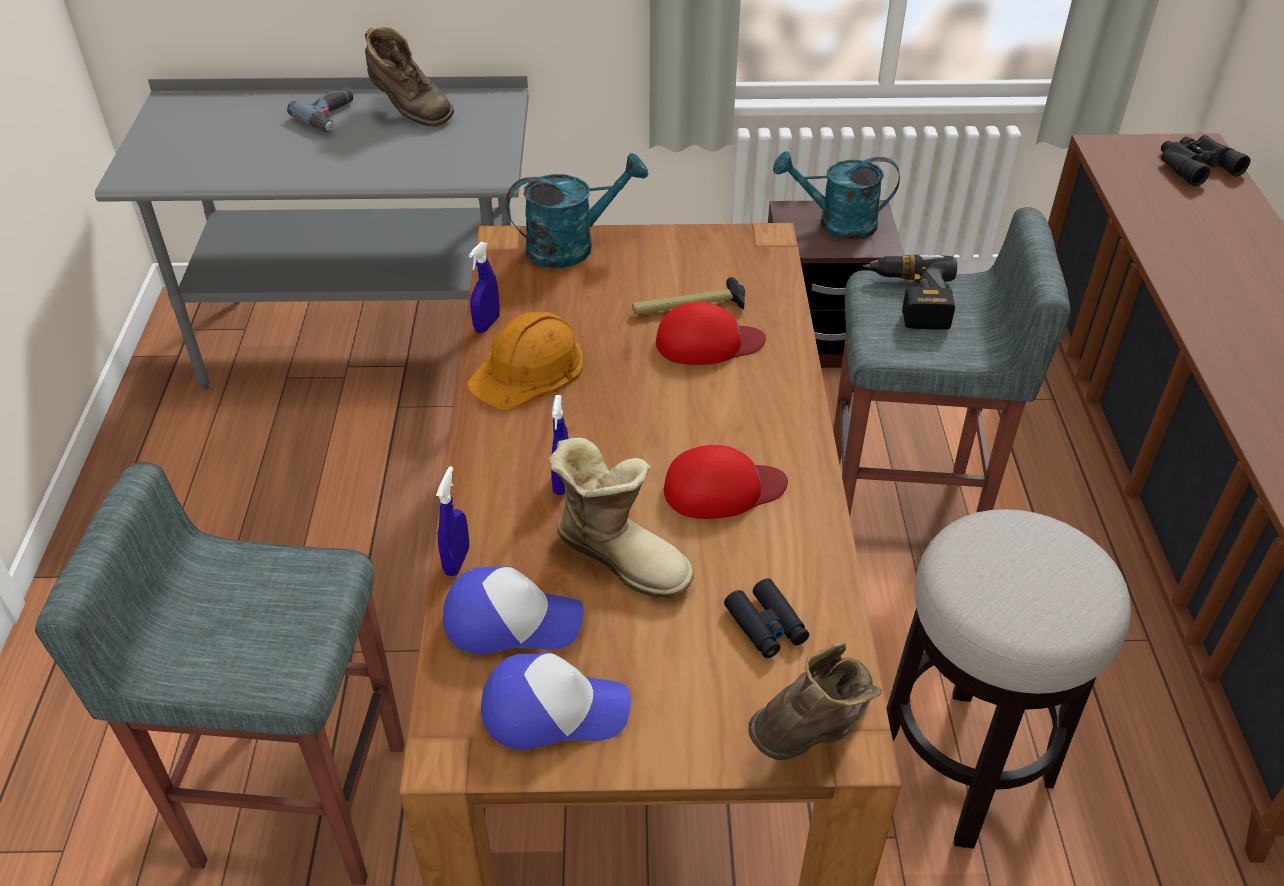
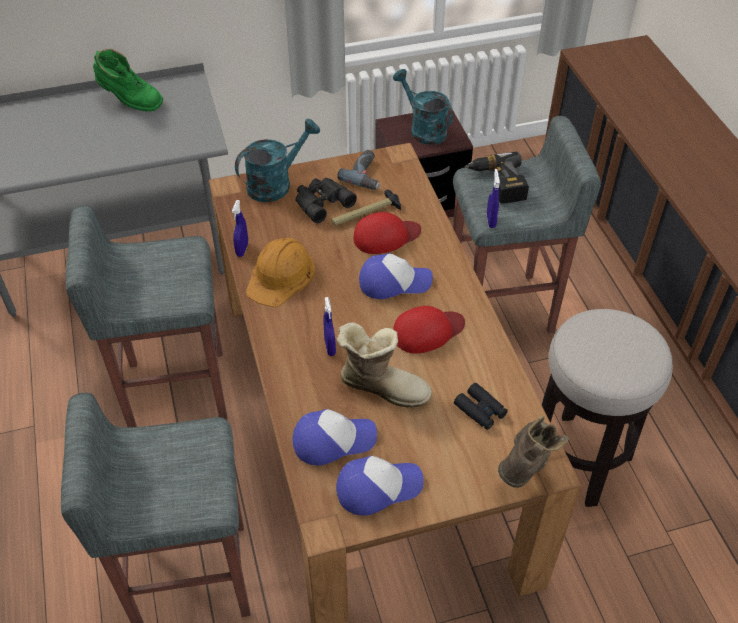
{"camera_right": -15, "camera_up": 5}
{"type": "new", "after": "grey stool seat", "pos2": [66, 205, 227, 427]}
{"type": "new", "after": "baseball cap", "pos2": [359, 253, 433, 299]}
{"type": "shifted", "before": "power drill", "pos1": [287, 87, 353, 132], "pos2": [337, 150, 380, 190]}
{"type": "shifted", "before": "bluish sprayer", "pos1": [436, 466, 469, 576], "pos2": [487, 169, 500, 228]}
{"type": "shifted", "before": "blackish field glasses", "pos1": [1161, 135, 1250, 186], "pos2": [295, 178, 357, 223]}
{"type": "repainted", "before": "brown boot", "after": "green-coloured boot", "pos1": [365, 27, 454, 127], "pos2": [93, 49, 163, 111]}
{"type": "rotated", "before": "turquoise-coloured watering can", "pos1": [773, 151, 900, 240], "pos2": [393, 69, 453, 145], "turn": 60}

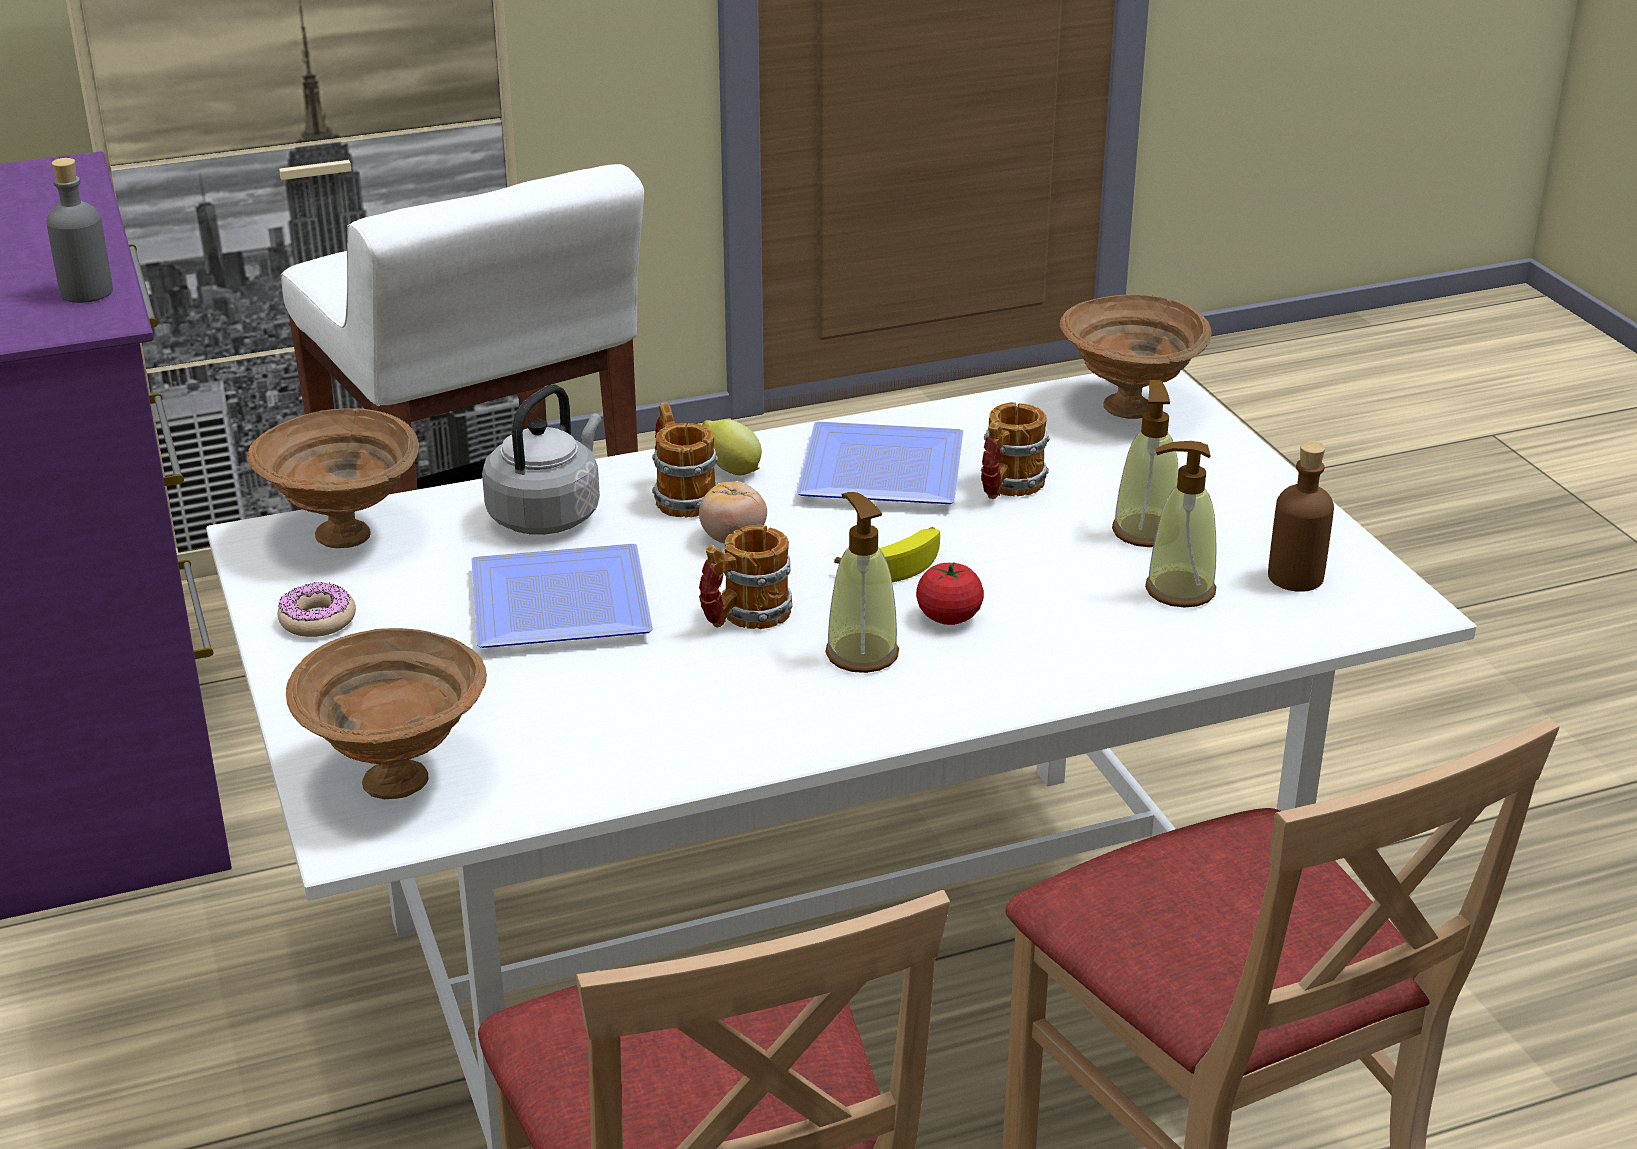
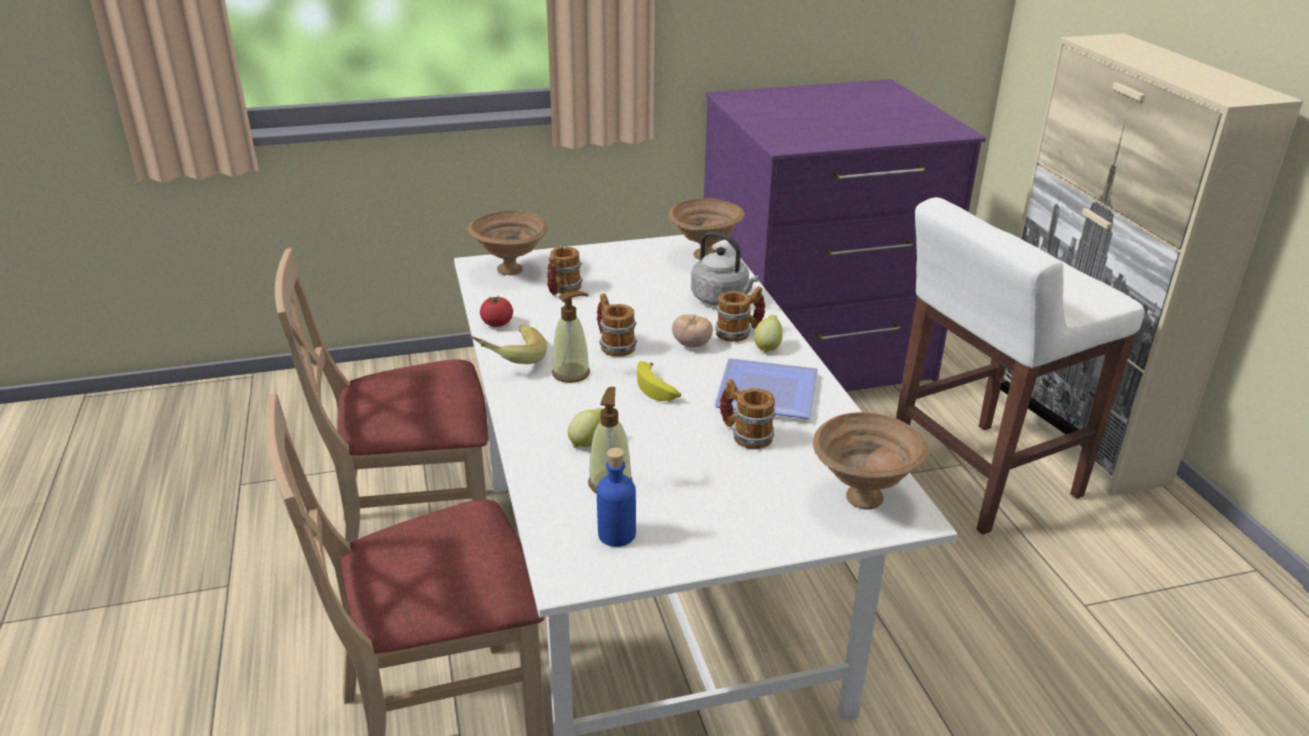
{"camera_right": 95, "camera_up": 0}
{"type": "gone", "before": "grey bottle", "pos1": [46, 158, 113, 303]}
{"type": "gone", "before": "donut", "pos1": [278, 582, 356, 637]}
{"type": "gone", "before": "flat dish", "pos1": [471, 544, 653, 648]}
{"type": "gone", "before": "liquid soap bottle", "pos1": [1112, 380, 1179, 547]}
{"type": "new", "after": "banana", "pos2": [470, 325, 547, 364]}
{"type": "new", "after": "mug", "pos2": [547, 246, 583, 296]}
{"type": "new", "after": "lemon", "pos2": [568, 408, 602, 448]}
{"type": "shifted", "before": "tomato", "pos1": [916, 562, 984, 625], "pos2": [480, 295, 513, 327]}
{"type": "repainted", "before": "brown bottle", "after": "bluish bottle", "pos1": [1268, 441, 1334, 592], "pos2": [597, 448, 636, 547]}

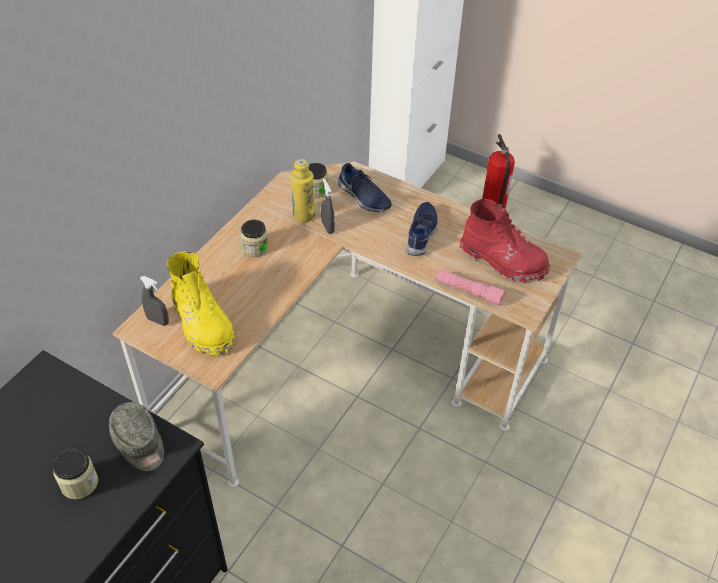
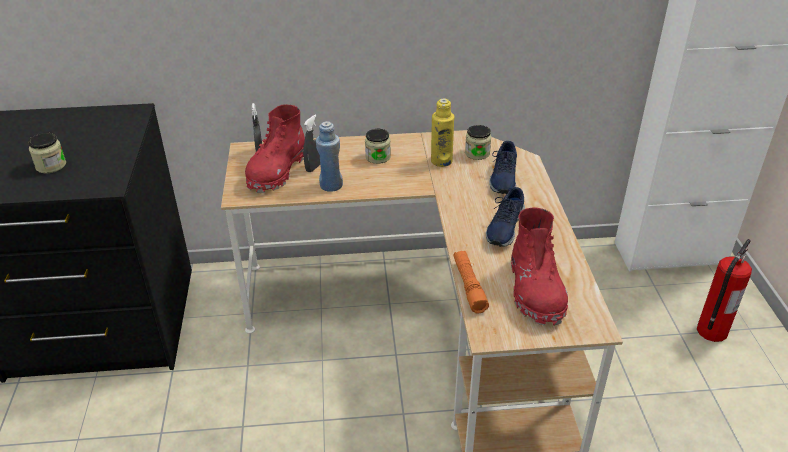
{"camera_right": 55, "camera_up": -10}
{"type": "gone", "before": "grey baseball cap", "pos1": [109, 402, 164, 471]}
{"type": "new", "after": "bluish bottle", "pos2": [316, 121, 343, 192]}
{"type": "shifted", "before": "grey sprayer", "pos1": [321, 179, 335, 234], "pos2": [303, 115, 320, 172]}
{"type": "repainted", "before": "yellow-coloured boot", "after": "red boot", "pos1": [167, 251, 235, 356], "pos2": [245, 105, 305, 193]}
{"type": "repainted", "before": "pink-coloured torch", "after": "orangey torch", "pos1": [435, 269, 505, 305], "pos2": [453, 251, 489, 313]}
{"type": "rotated", "before": "bluish shoe", "pos1": [406, 202, 438, 256], "pos2": [486, 187, 525, 247], "turn": 135}

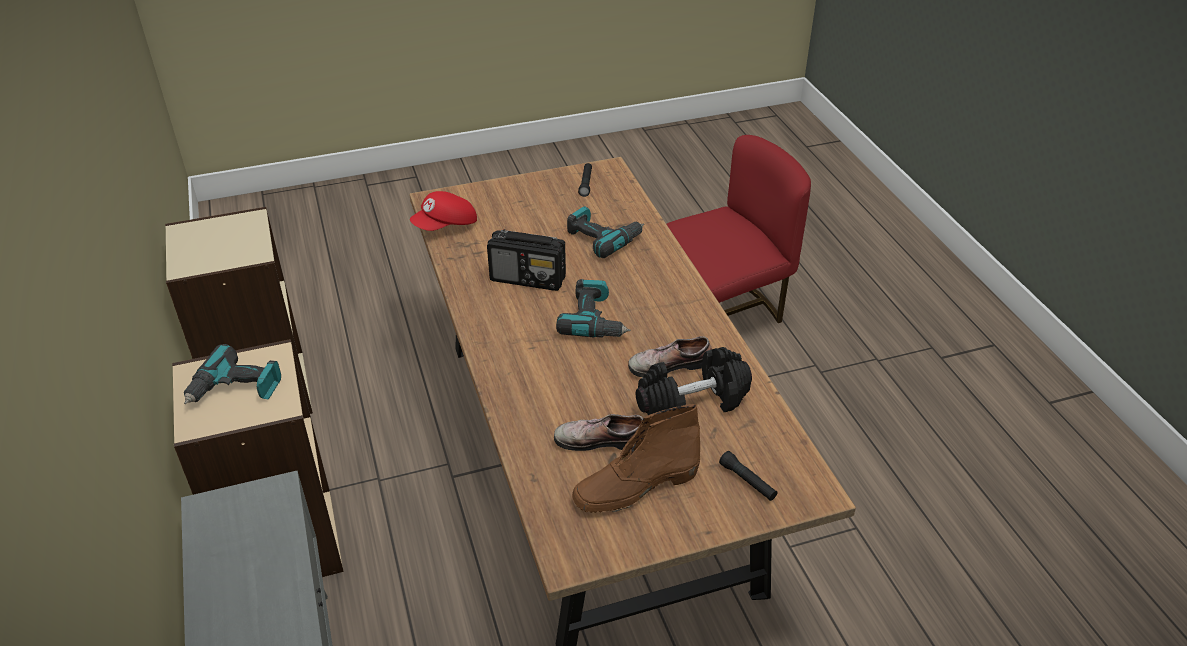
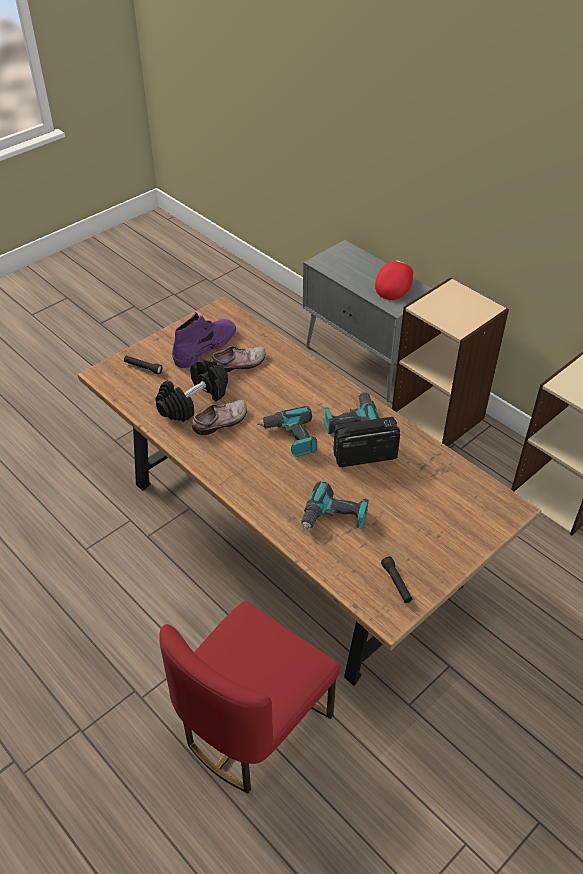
{"camera_right": 155, "camera_up": 5}
{"type": "shifted", "before": "power drill", "pos1": [184, 344, 281, 404], "pos2": [323, 391, 380, 434]}
{"type": "shifted", "before": "red baseball cap", "pos1": [410, 191, 477, 231], "pos2": [375, 260, 413, 300]}
{"type": "repainted", "before": "brown boot", "after": "purplish boot", "pos1": [572, 404, 700, 513], "pos2": [172, 312, 236, 368]}

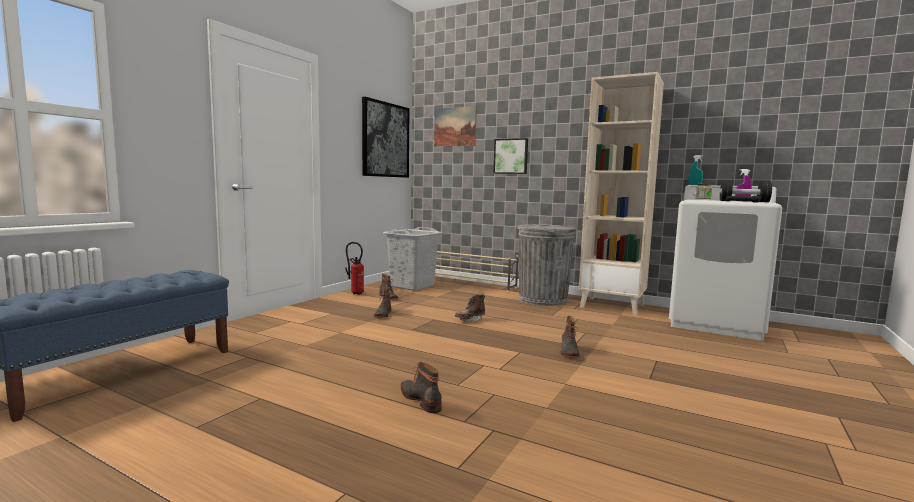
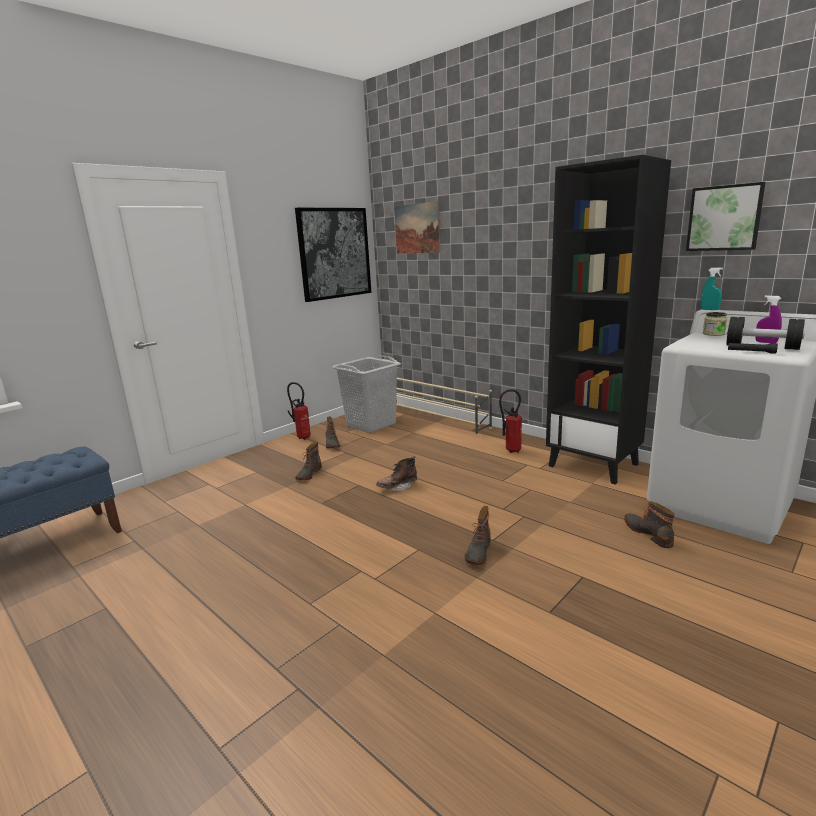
{"camera_right": 15, "camera_up": 10}
{"type": "shifted", "before": "boot", "pos1": [401, 362, 442, 413], "pos2": [624, 501, 674, 548]}
{"type": "shifted", "before": "picture", "pos1": [493, 138, 528, 174], "pos2": [686, 182, 766, 251]}
{"type": "swapped", "before": "grey trash can", "after": "fire extinguisher", "pos1": [517, 224, 576, 306], "pos2": [499, 389, 522, 453]}
{"type": "repainted", "before": "beige-coloured bookcase", "after": "blackish bookcase", "pos1": [579, 72, 664, 316], "pos2": [546, 155, 671, 485]}

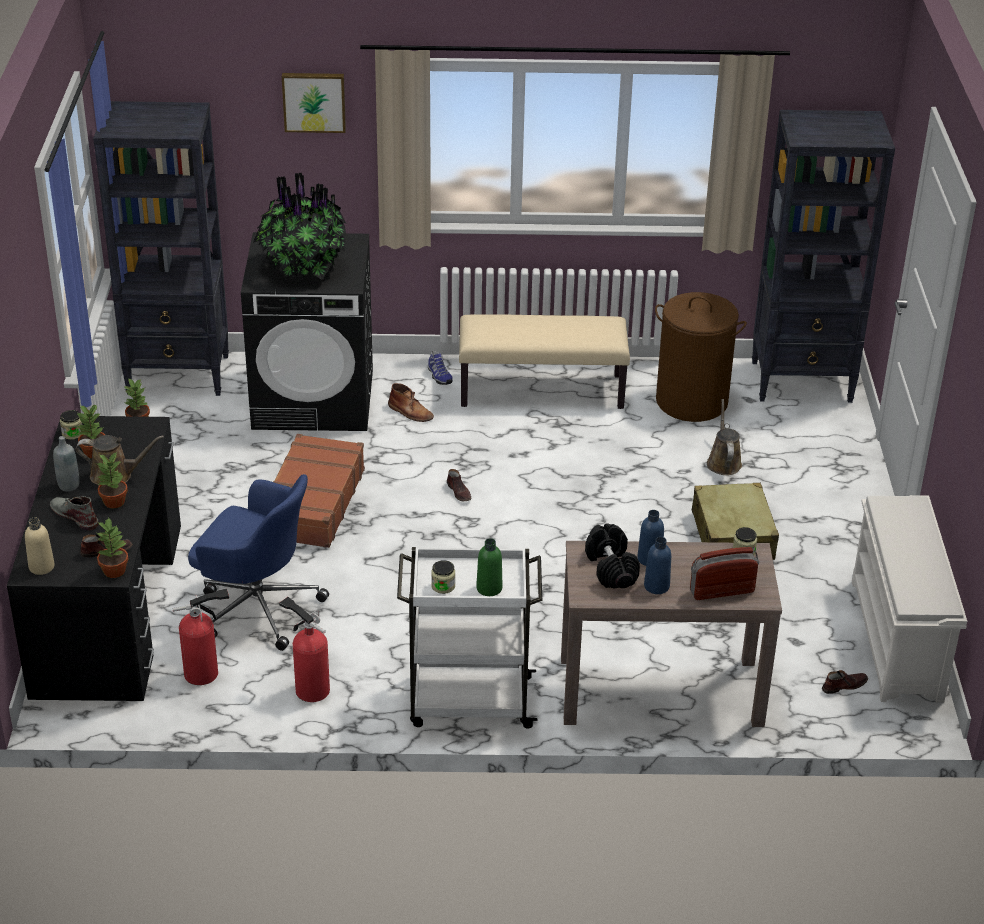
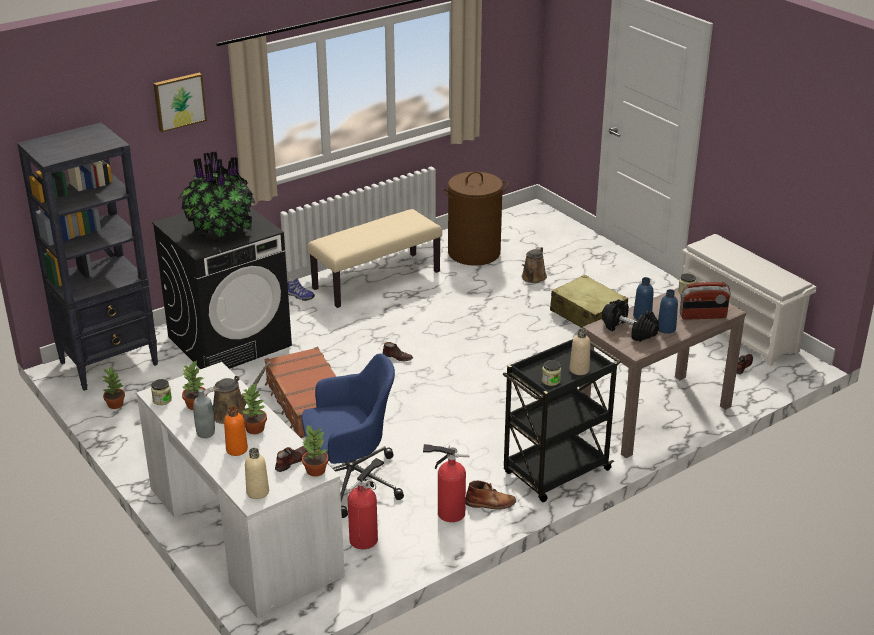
{"camera_right": -35, "camera_up": -5}
{"type": "gone", "before": "blackish bookcase", "pos1": [752, 110, 895, 403]}
{"type": "shifted", "before": "brown boot", "pos1": [388, 383, 434, 422], "pos2": [465, 481, 516, 509]}
{"type": "swapped", "before": "grey boot", "after": "orangey bottle", "pos1": [50, 496, 99, 531], "pos2": [224, 406, 248, 456]}
{"type": "repainted", "before": "blackish desk", "after": "white-coloured desk", "pos1": [7, 416, 181, 701], "pos2": [136, 362, 345, 618]}
{"type": "repainted", "before": "white-coloured trolley", "after": "blackish trolley", "pos1": [397, 547, 542, 729], "pos2": [502, 339, 621, 502]}
{"type": "repainted", "before": "green-coloured bottle", "after": "beige-coloured bottle", "pos1": [476, 538, 502, 596], "pos2": [570, 329, 590, 375]}
{"type": "rotated", "before": "radio receiver", "pos1": [690, 547, 759, 600], "pos2": [680, 282, 731, 320], "turn": -135}
{"type": "rotated", "before": "brown watering can", "pos1": [707, 399, 742, 475], "pos2": [521, 247, 547, 283], "turn": -120}

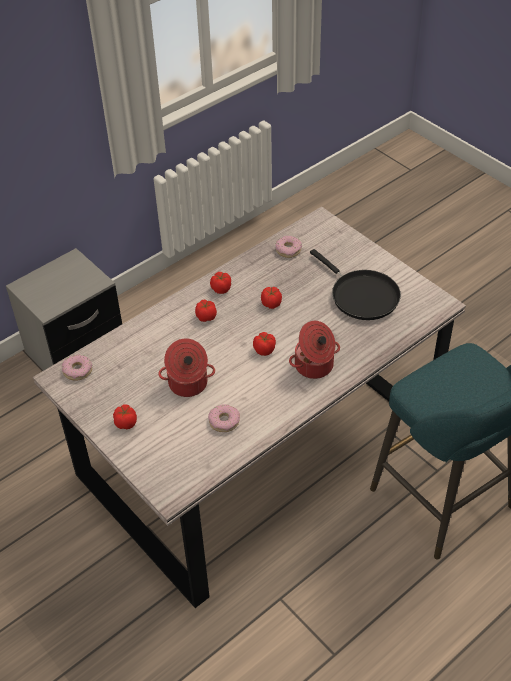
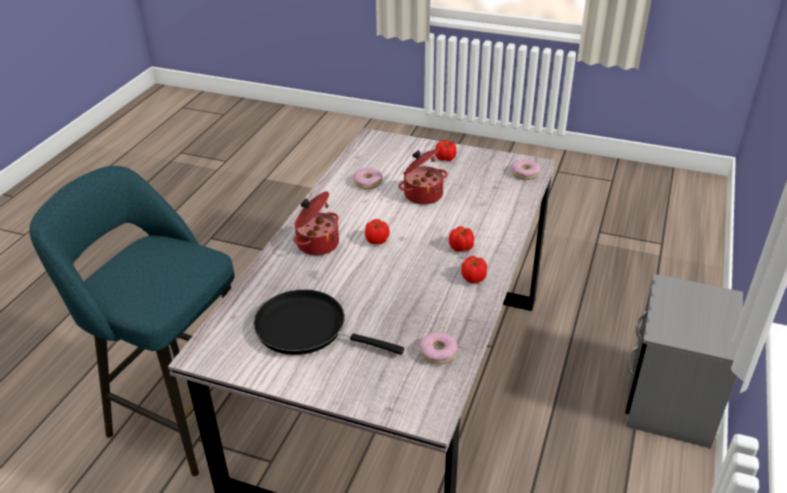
{"camera_right": 150, "camera_up": -10}
{"type": "gone", "before": "tomato", "pos1": [261, 287, 282, 309]}

